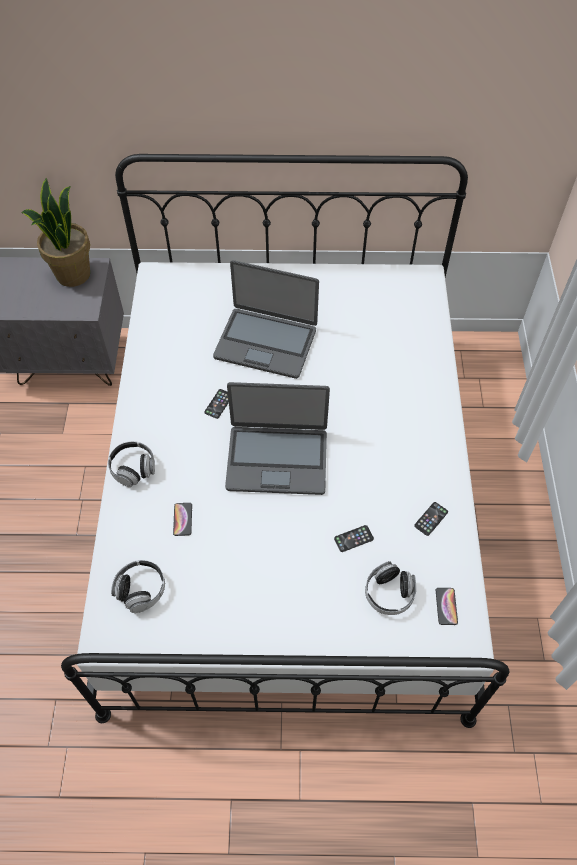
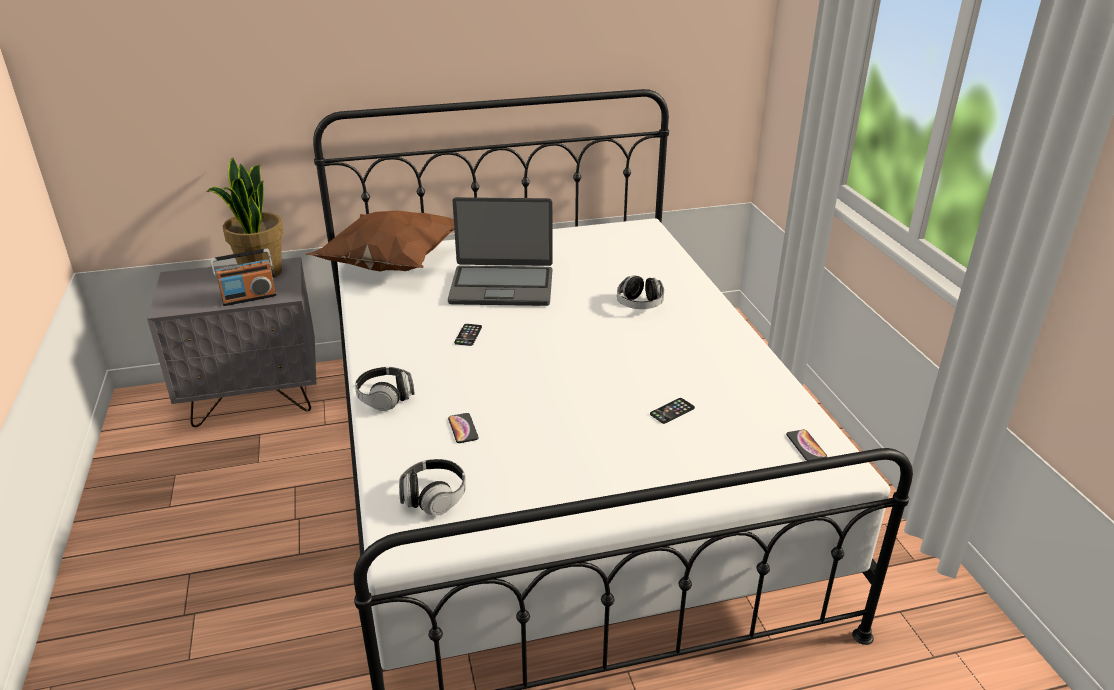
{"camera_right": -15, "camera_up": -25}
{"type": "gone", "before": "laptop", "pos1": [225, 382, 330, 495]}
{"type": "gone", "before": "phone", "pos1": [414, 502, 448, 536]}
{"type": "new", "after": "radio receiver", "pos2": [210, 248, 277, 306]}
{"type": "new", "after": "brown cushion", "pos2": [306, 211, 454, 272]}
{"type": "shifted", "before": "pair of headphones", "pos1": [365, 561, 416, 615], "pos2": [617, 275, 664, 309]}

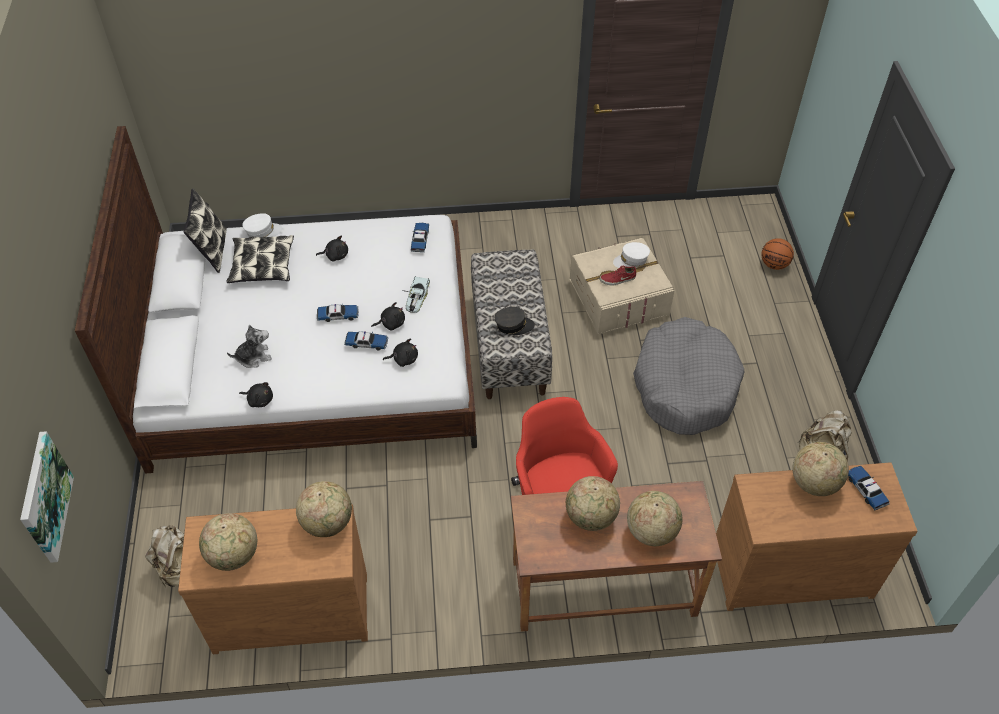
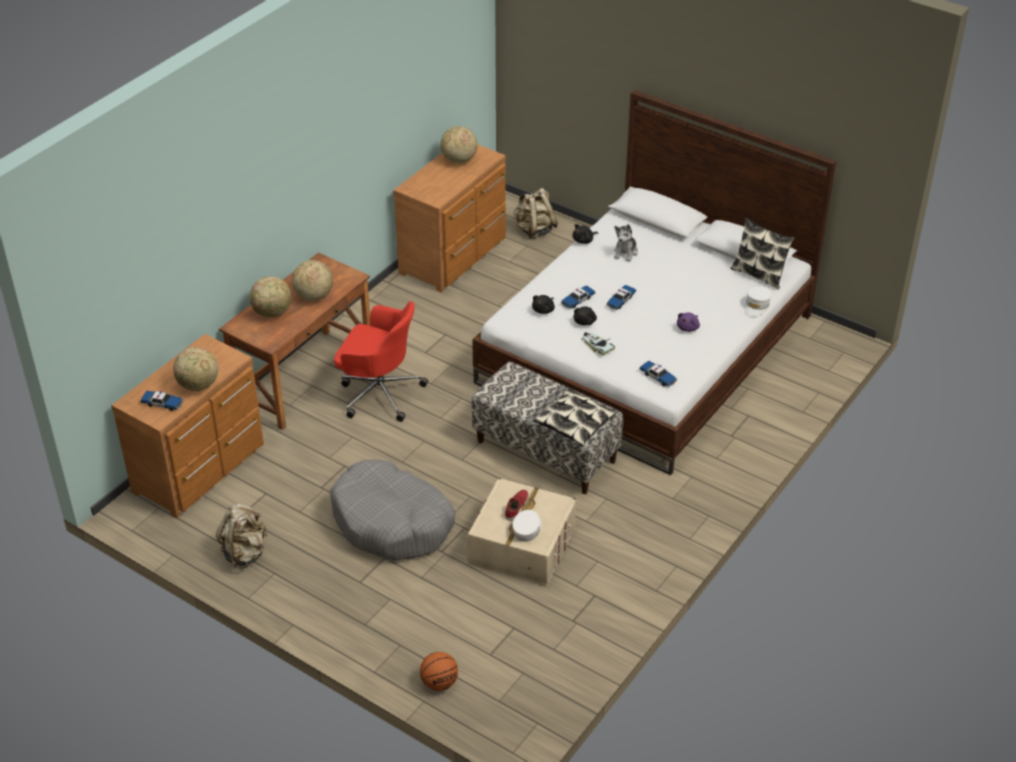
{"camera_right": 130, "camera_up": -10}
{"type": "gone", "before": "picture", "pos1": [20, 431, 74, 563]}
{"type": "gone", "before": "world globe", "pos1": [296, 481, 352, 537]}
{"type": "gone", "before": "grey baseball cap", "pos1": [495, 307, 535, 335]}
{"type": "shifted", "before": "cushion", "pos1": [227, 235, 294, 283], "pos2": [533, 387, 618, 446]}
{"type": "repainted", "before": "blackish cuddly toy", "after": "purplish cuddly toy", "pos1": [316, 236, 348, 262], "pos2": [677, 313, 700, 332]}

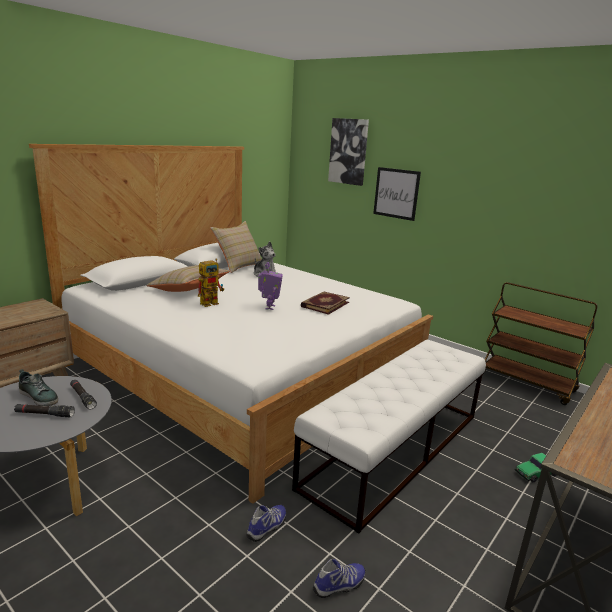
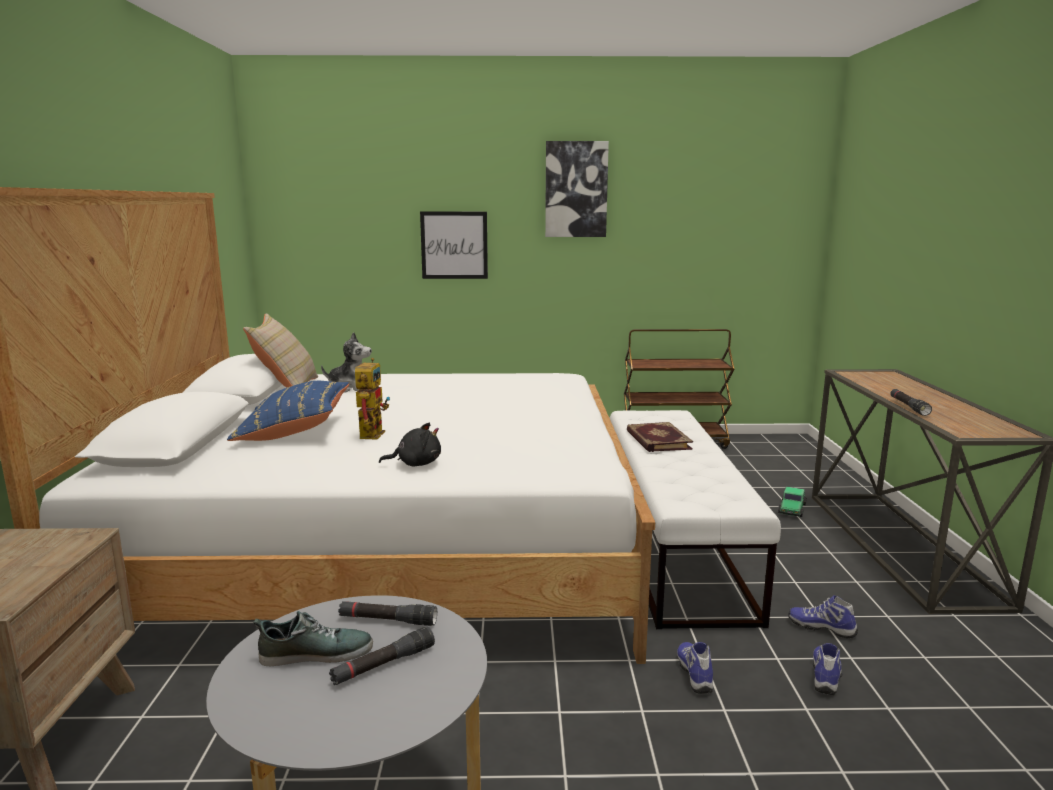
{"camera_right": -40, "camera_up": -5}
{"type": "gone", "before": "robot figure", "pos1": [258, 262, 283, 310]}
{"type": "new", "after": "blackish cuddly toy", "pos2": [379, 422, 441, 466]}
{"type": "new", "after": "shoe", "pos2": [788, 595, 858, 639]}
{"type": "new", "after": "blackish torch", "pos2": [890, 389, 932, 416]}
{"type": "shifted", "before": "book", "pos1": [301, 291, 350, 315], "pos2": [627, 422, 693, 452]}
{"type": "shifted", "before": "picture", "pos1": [328, 118, 369, 186], "pos2": [545, 141, 609, 237]}
{"type": "repainted", "before": "beige-coloured cushion", "after": "bluish cushion", "pos1": [146, 265, 230, 292], "pos2": [227, 381, 349, 441]}

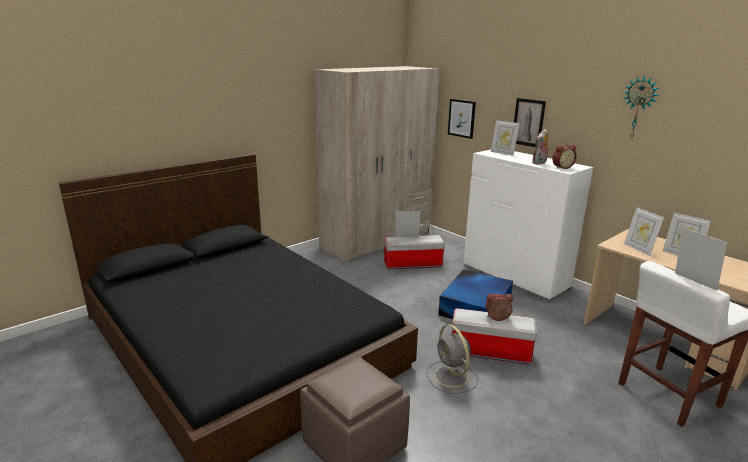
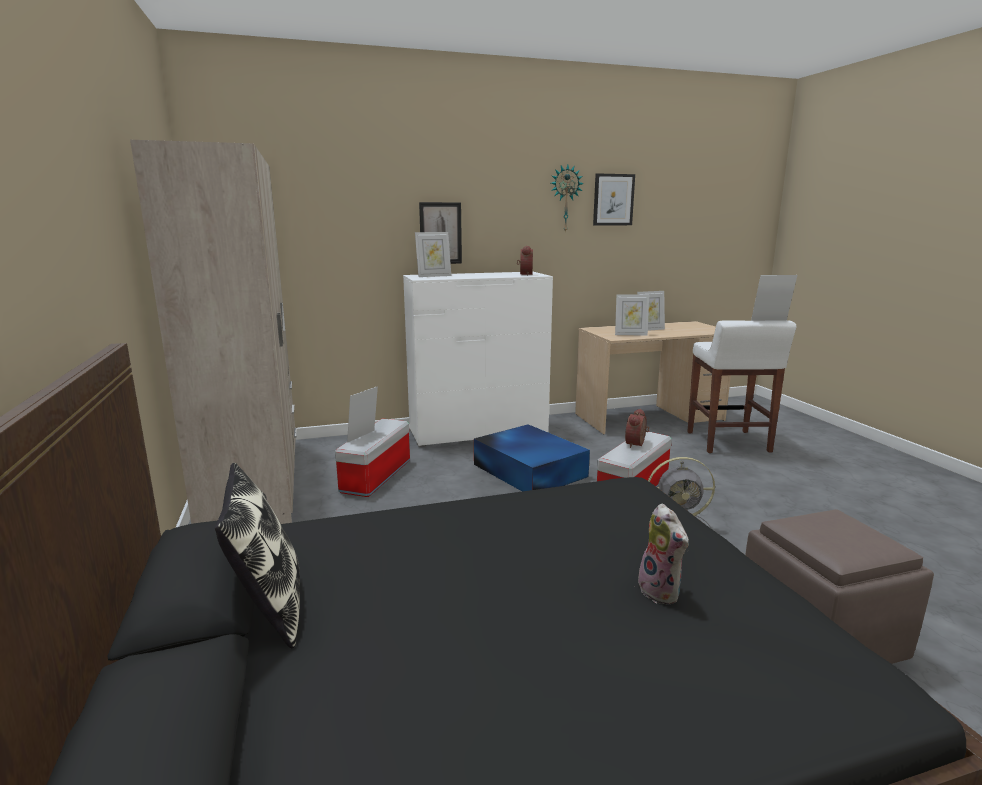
{"camera_right": -65, "camera_up": -5}
{"type": "new", "after": "cushion", "pos2": [215, 463, 300, 648]}
{"type": "shifted", "before": "picture", "pos1": [448, 99, 476, 139], "pos2": [593, 173, 635, 226]}
{"type": "shifted", "before": "cuddly toy", "pos1": [532, 129, 550, 165], "pos2": [638, 504, 689, 605]}

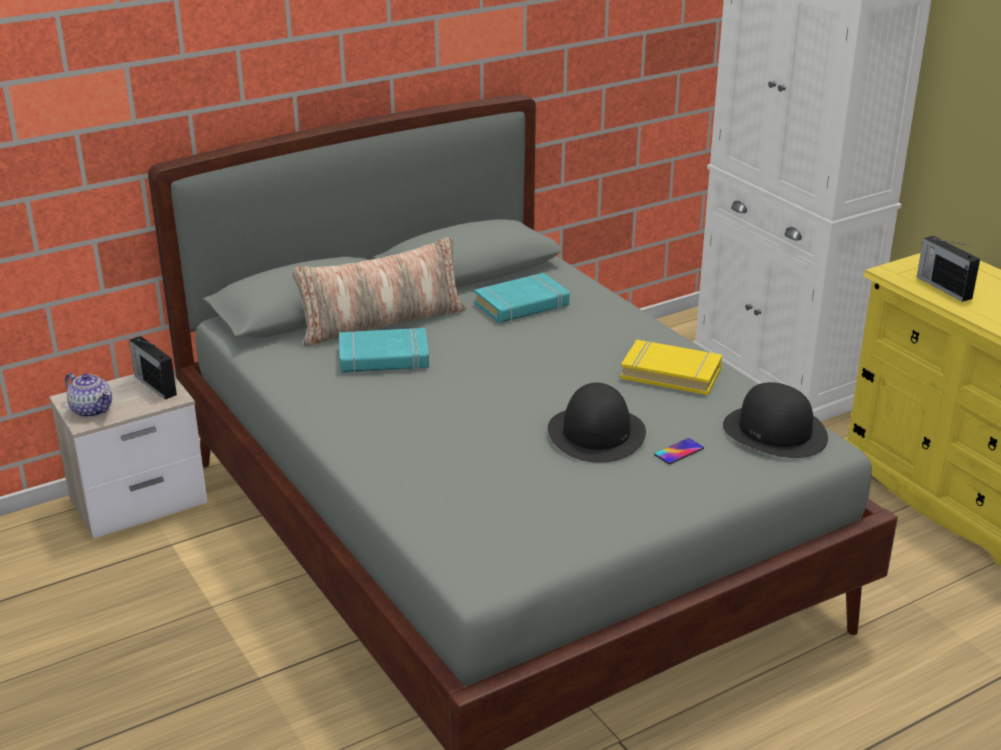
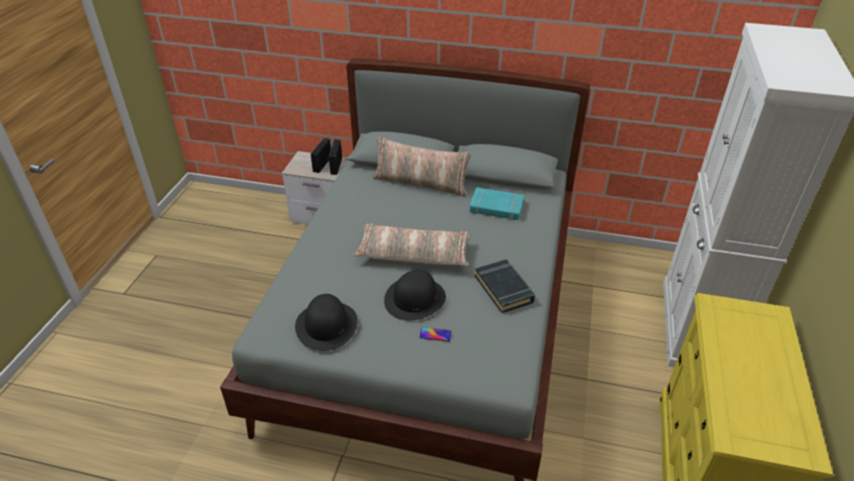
{"camera_right": 45, "camera_up": 10}
{"type": "gone", "before": "pot for tea", "pos1": [65, 373, 112, 418]}
{"type": "gone", "before": "turquoise-coloured book", "pos1": [339, 328, 429, 373]}
{"type": "new", "after": "cushion", "pos2": [352, 223, 471, 266]}
{"type": "shifted", "before": "blackish wearable hat", "pos1": [723, 382, 828, 458], "pos2": [295, 294, 358, 351]}
{"type": "shifted", "before": "radio receiver", "pos1": [917, 236, 980, 302], "pos2": [311, 138, 331, 173]}
{"type": "repainted", "before": "yellow-coloured book", "after": "blackish book", "pos1": [620, 340, 722, 395], "pos2": [475, 260, 535, 313]}

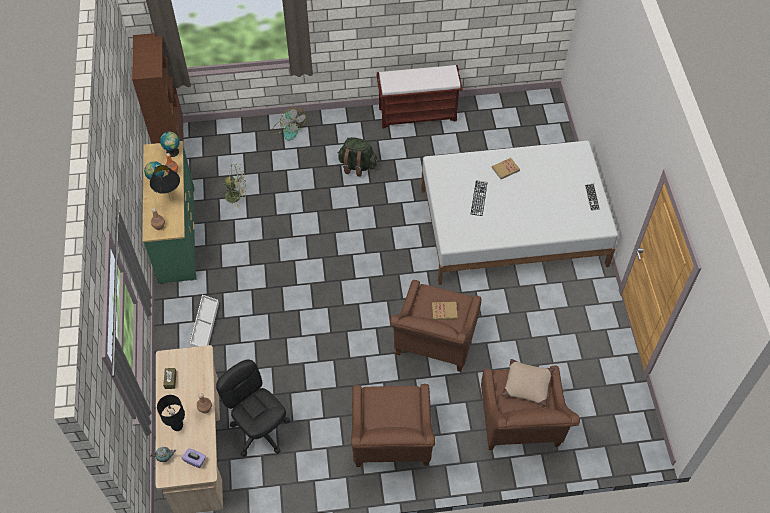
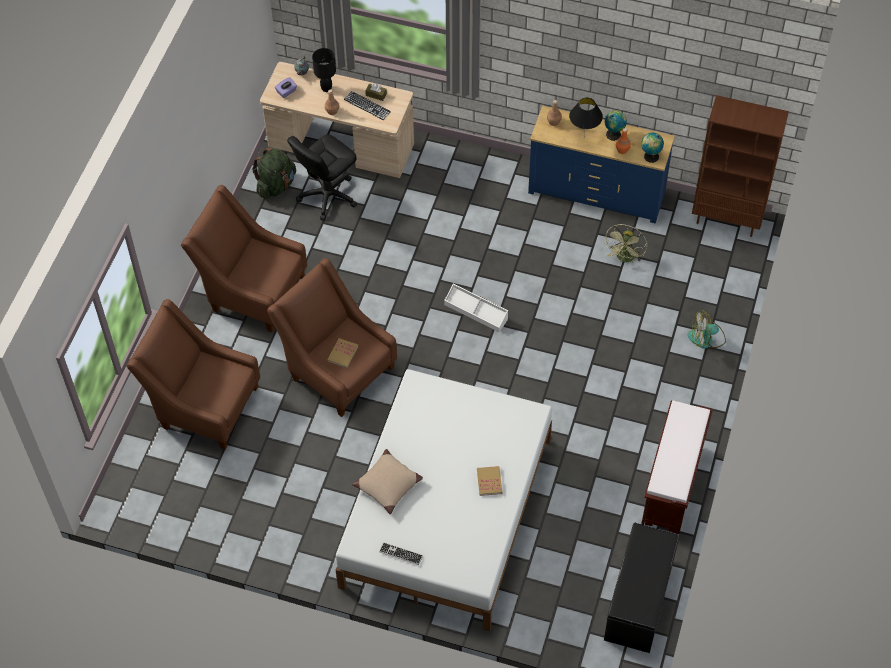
{"camera_right": 115, "camera_up": 0}
{"type": "new", "after": "blackish long seat", "pos2": [604, 523, 680, 653]}
{"type": "shifted", "before": "white-coloured storage box", "pos1": [190, 295, 219, 347], "pos2": [444, 284, 508, 332]}
{"type": "shifted", "before": "green-coloured backpack", "pos1": [338, 137, 377, 177], "pos2": [252, 148, 296, 199]}
{"type": "shifted", "before": "computer keyboard", "pos1": [471, 180, 488, 216], "pos2": [344, 91, 391, 120]}
{"type": "shifted", "before": "beige-coloured cushion", "pos1": [501, 359, 555, 407], "pos2": [352, 449, 423, 514]}
{"type": "repainted", "before": "green-coloured chest of drawers", "after": "bluish chest of drawers", "pos1": [143, 141, 197, 284], "pos2": [528, 106, 675, 224]}
{"type": "rotated", "before": "blackish office chair", "pos1": [216, 360, 290, 457], "pos2": [287, 134, 357, 220], "turn": 150}

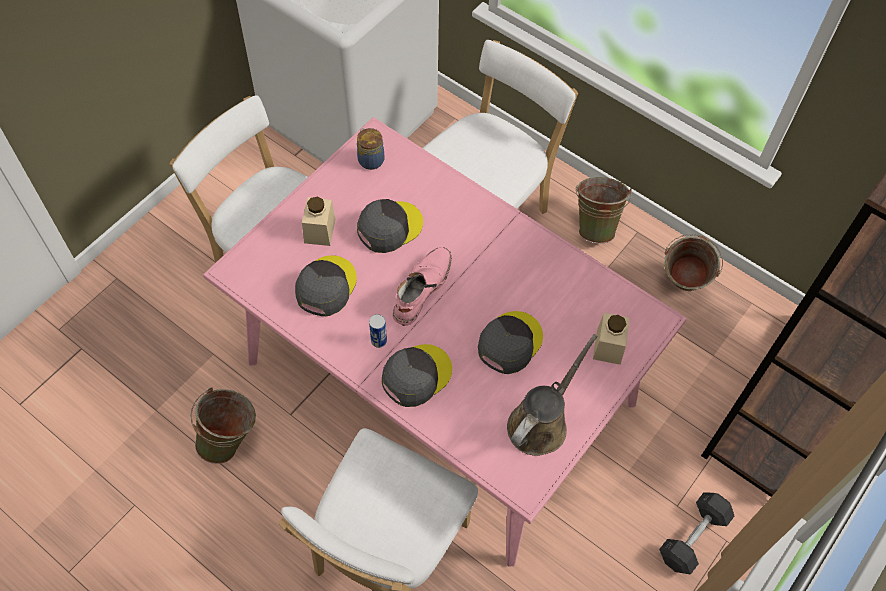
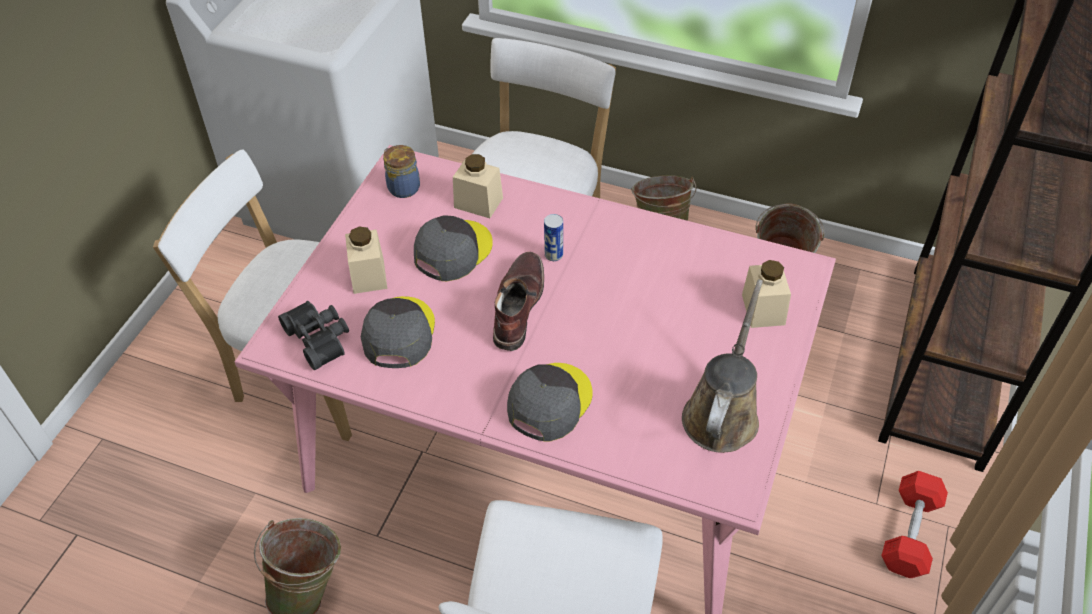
{"camera_right": -15, "camera_up": -10}
{"type": "gone", "before": "grey baseball cap", "pos1": [478, 311, 543, 374]}
{"type": "new", "after": "blackish field glasses", "pos2": [278, 301, 349, 370]}
{"type": "new", "after": "beige-coloured jar", "pos2": [453, 154, 503, 218]}
{"type": "shifted", "before": "sealed can", "pos1": [369, 314, 387, 348], "pos2": [544, 214, 563, 261]}
{"type": "repainted", "before": "pink-coloured boot", "after": "brown boot", "pos1": [393, 247, 452, 326], "pos2": [493, 252, 544, 351]}
{"type": "repainted", "before": "grey free weight", "after": "red free weight", "pos1": [659, 492, 734, 575], "pos2": [881, 471, 948, 578]}

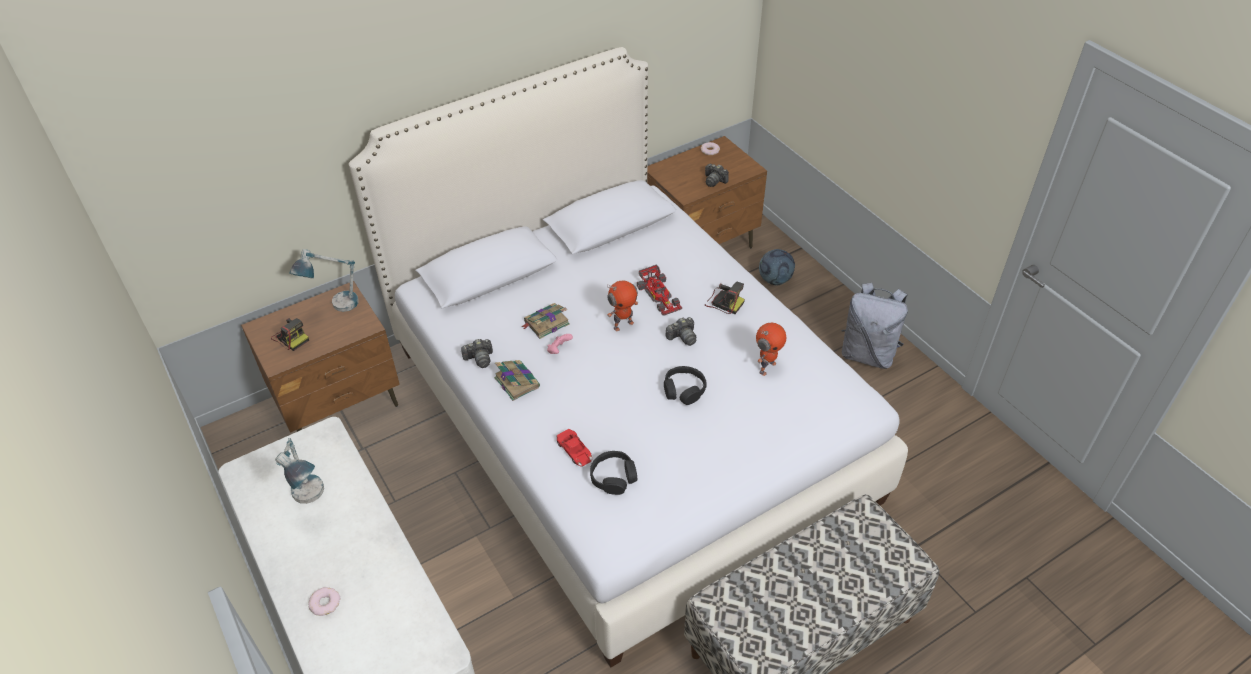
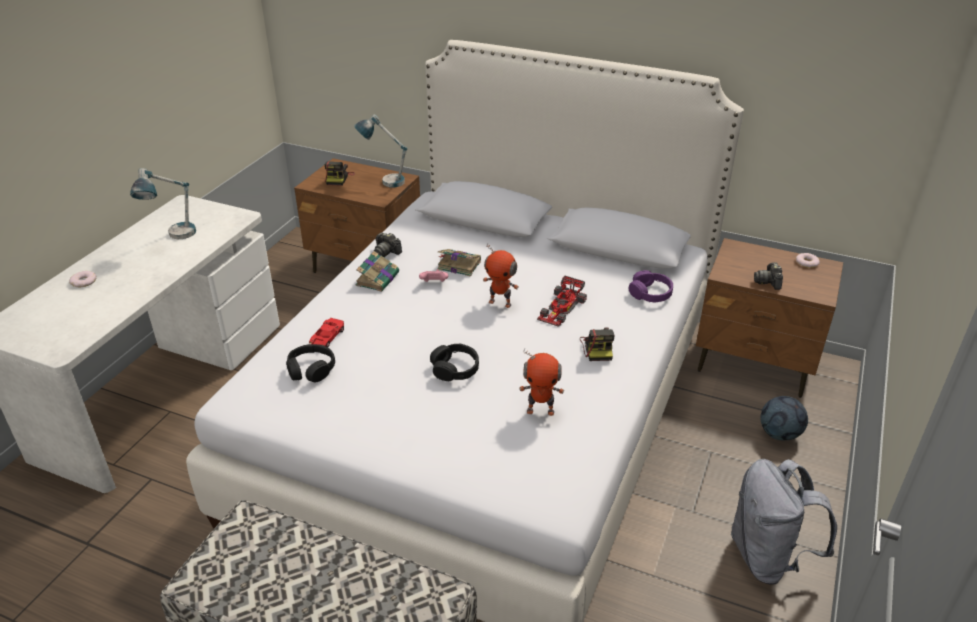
{"camera_right": 55, "camera_up": -10}
{"type": "gone", "before": "still camera", "pos1": [665, 317, 696, 346]}
{"type": "new", "after": "purplish pair of headphones", "pos2": [629, 270, 673, 302]}

